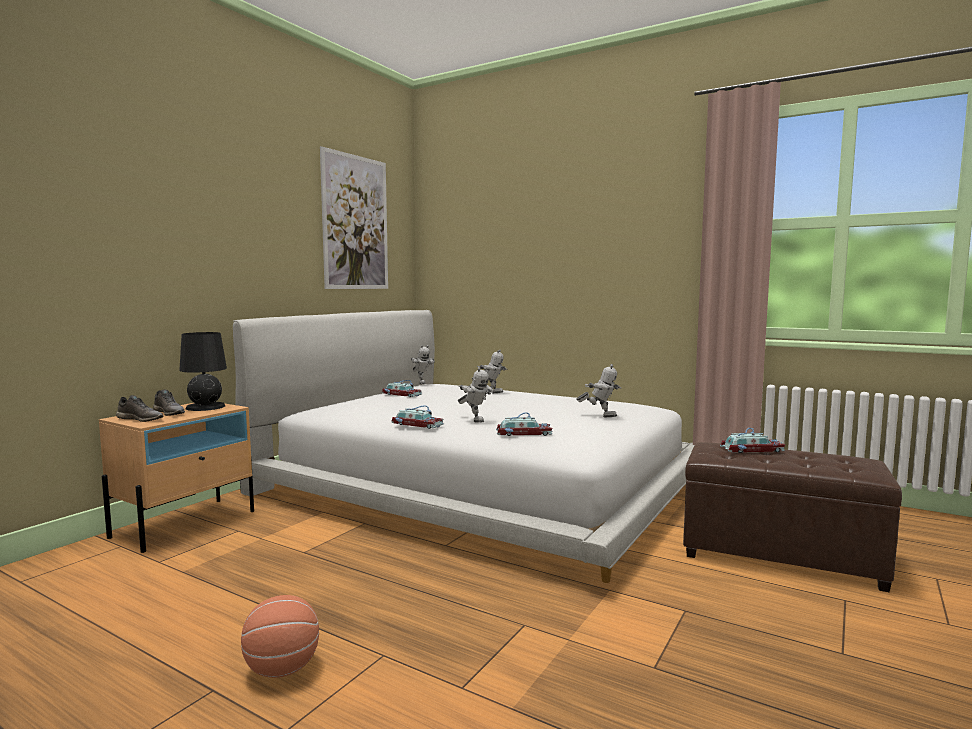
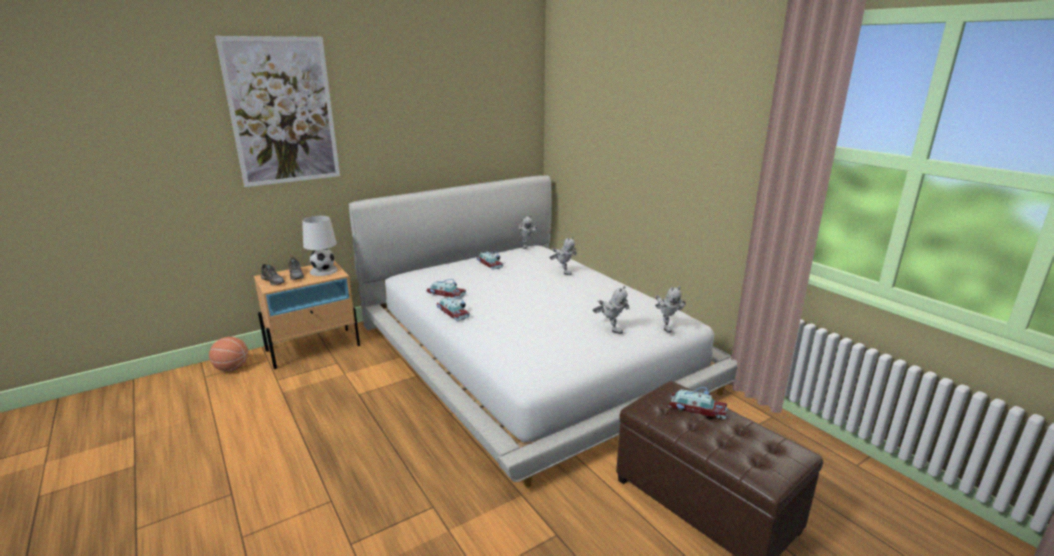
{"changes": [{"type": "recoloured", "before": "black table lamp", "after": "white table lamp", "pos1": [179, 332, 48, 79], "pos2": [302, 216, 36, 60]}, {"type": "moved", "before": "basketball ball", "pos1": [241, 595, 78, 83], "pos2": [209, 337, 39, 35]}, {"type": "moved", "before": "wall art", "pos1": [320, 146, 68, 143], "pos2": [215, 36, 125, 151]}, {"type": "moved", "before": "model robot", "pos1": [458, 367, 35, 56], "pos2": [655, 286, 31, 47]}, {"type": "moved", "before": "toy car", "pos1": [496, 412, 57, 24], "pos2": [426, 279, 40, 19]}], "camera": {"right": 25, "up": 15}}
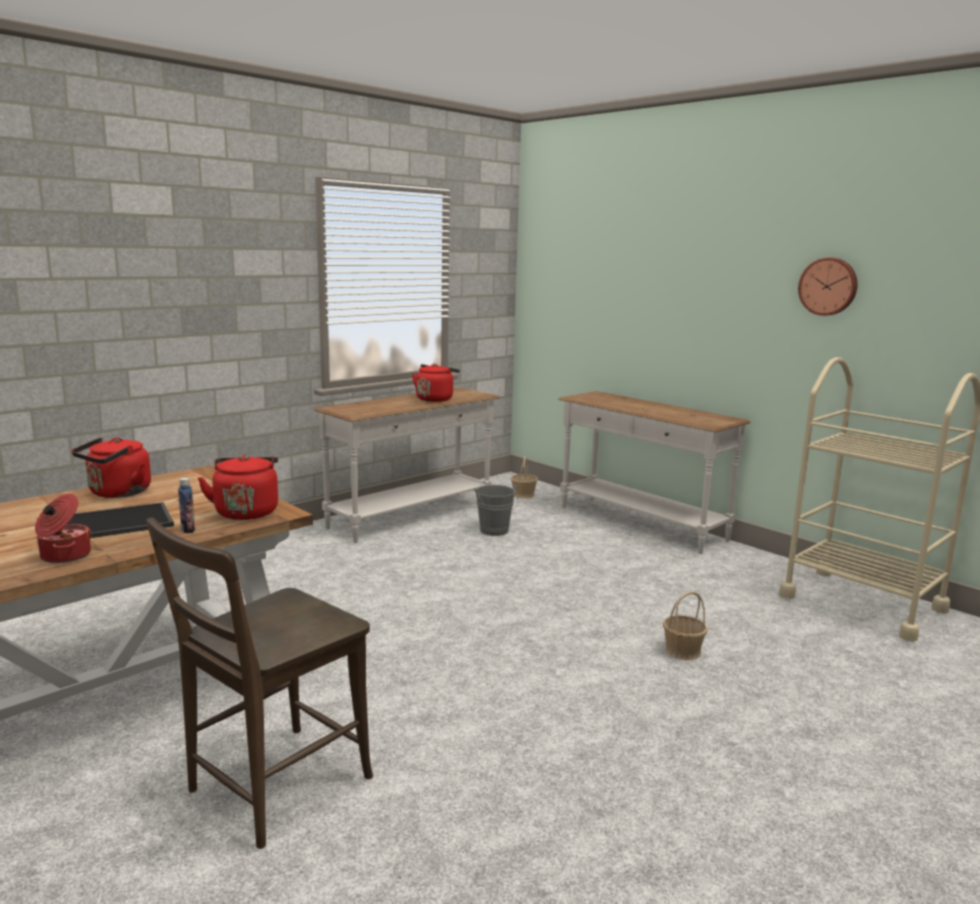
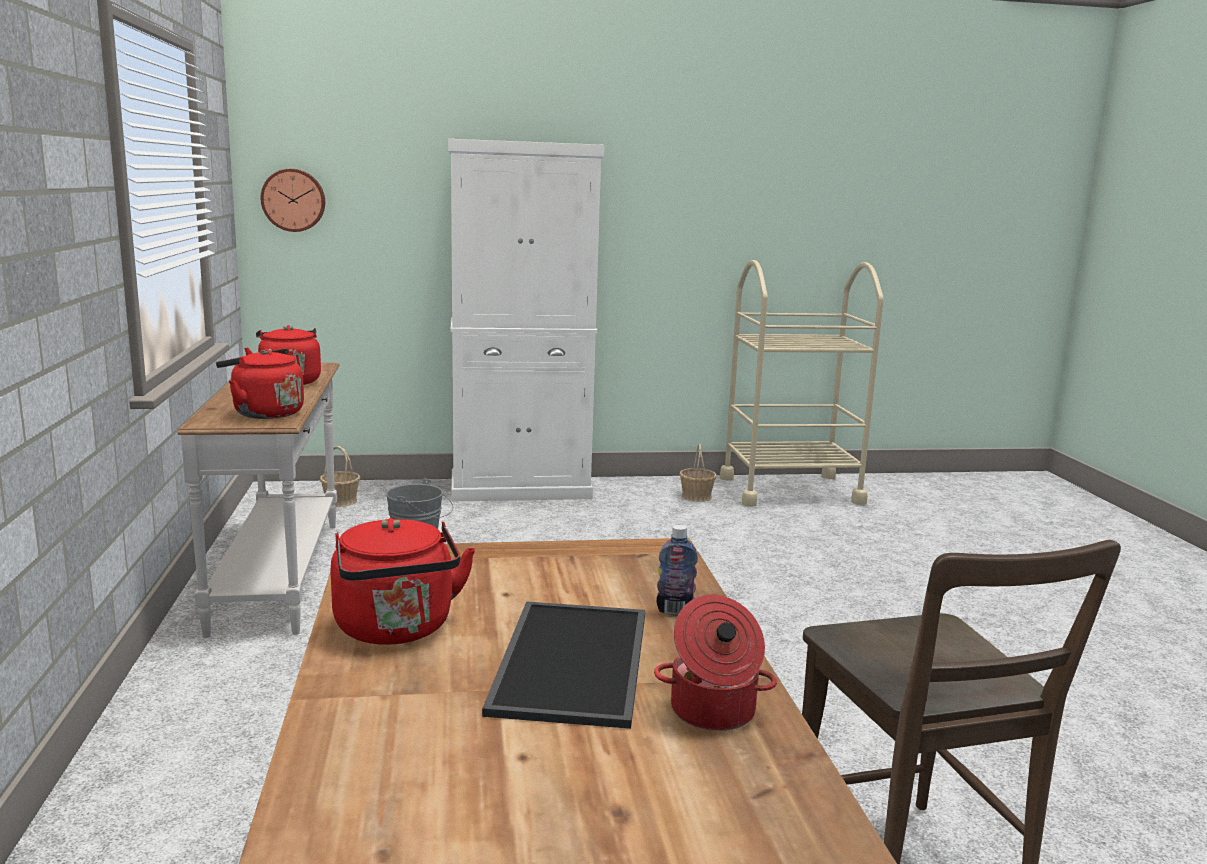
{"changes": [{"type": "moved", "before": "red-coloured tea kettle", "pos1": [198, 455, 80, 65], "pos2": [216, 349, 88, 70]}, {"type": "replaced", "before": "white narrow table", "after": "white storage cabinet", "pos1": [558, 391, 192, 163], "pos2": [448, 139, 156, 362]}, {"type": "moved", "before": "household basket", "pos1": [663, 591, 45, 69], "pos2": [679, 443, 38, 59]}, {"type": "moved", "before": "wall clock", "pos1": [798, 258, 60, 58], "pos2": [261, 169, 64, 63]}], "camera": {"right": -55, "up": 0}}
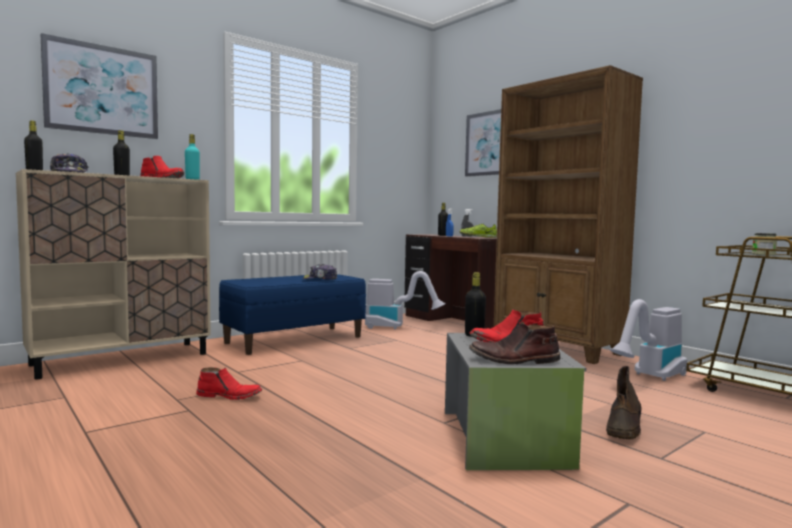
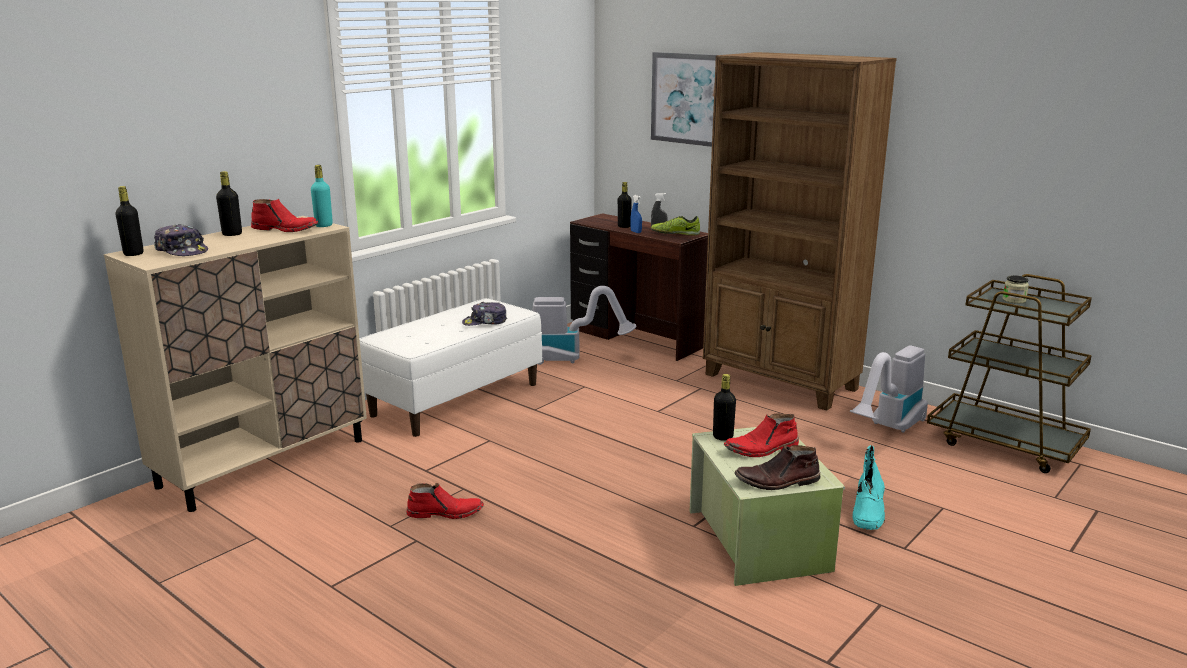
{"changes": [{"type": "removed", "before": "wall art", "pos1": [41, 33, 117, 106]}, {"type": "recoloured", "before": "blue bench", "after": "white bench", "pos1": [219, 274, 147, 81], "pos2": [359, 298, 183, 139]}, {"type": "recoloured", "before": "gray storage box", "after": "green storage box", "pos1": [445, 333, 141, 137], "pos2": [689, 427, 156, 159]}, {"type": "recoloured", "before": "brown tall boot", "after": "turquoise-coloured tall boot", "pos1": [606, 366, 36, 74], "pos2": [852, 445, 33, 85]}], "camera": {"right": -10, "up": 15}}
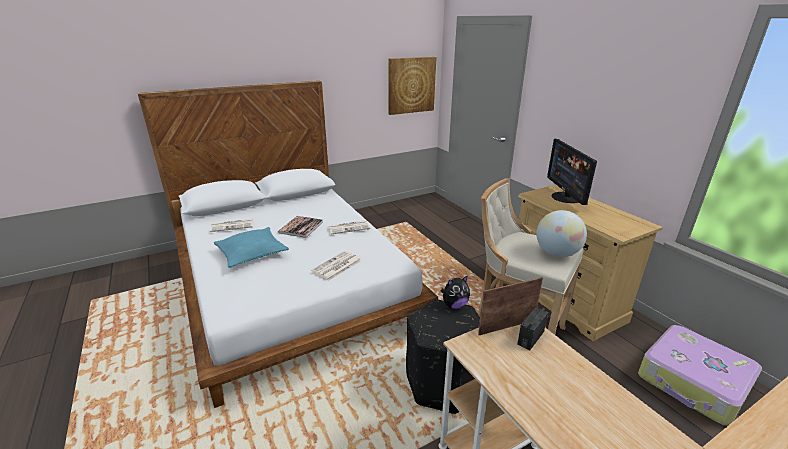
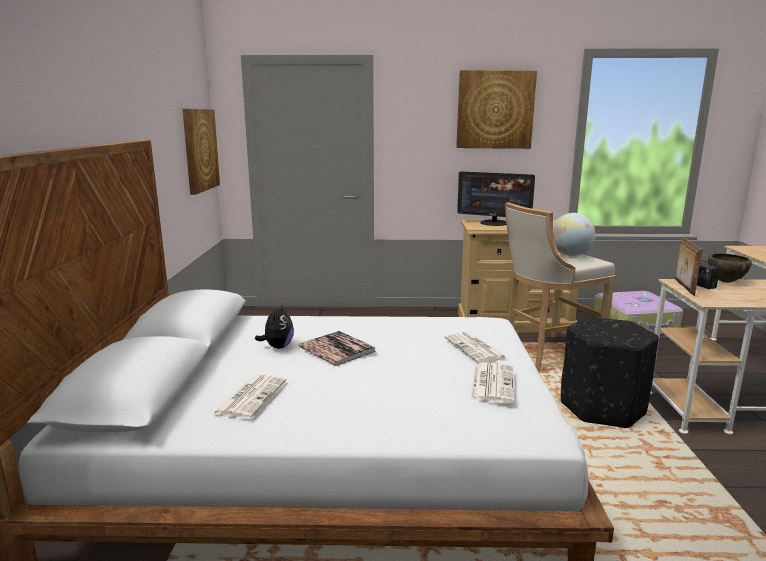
{"changes": [{"type": "removed", "before": "turquoise-coloured cushion", "pos1": [214, 227, 75, 41]}, {"type": "moved", "before": "printed paper", "pos1": [328, 220, 43, 15], "pos2": [471, 362, 43, 41]}, {"type": "moved", "before": "soft toy", "pos1": [441, 275, 29, 34], "pos2": [255, 304, 39, 45]}, {"type": "added", "after": "wall art", "pos2": [456, 70, 81, 79]}, {"type": "added", "after": "brown bowl", "pos2": [708, 253, 44, 30]}], "camera": {"right": -60, "up": -10}}
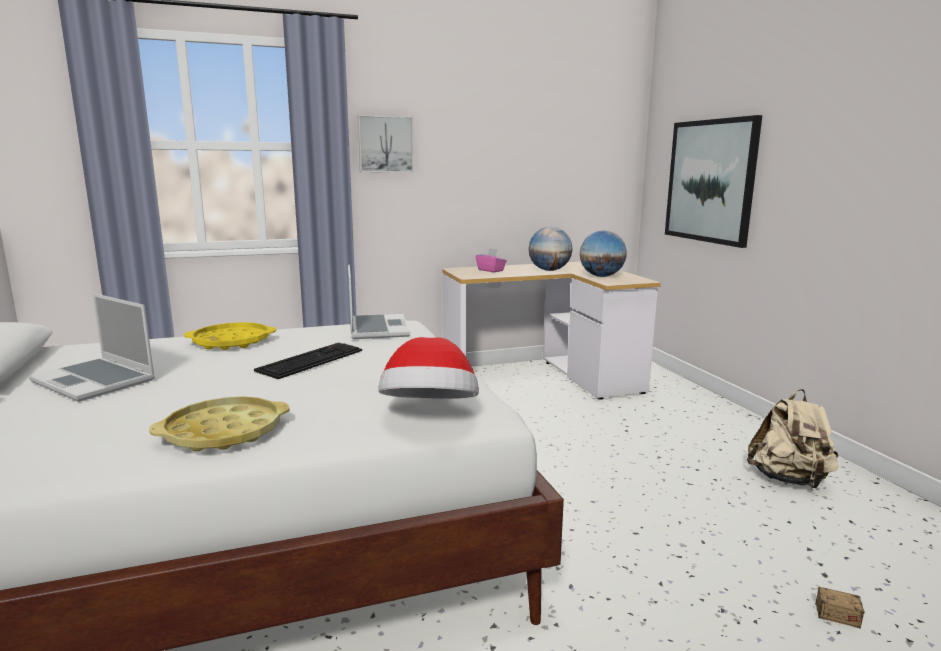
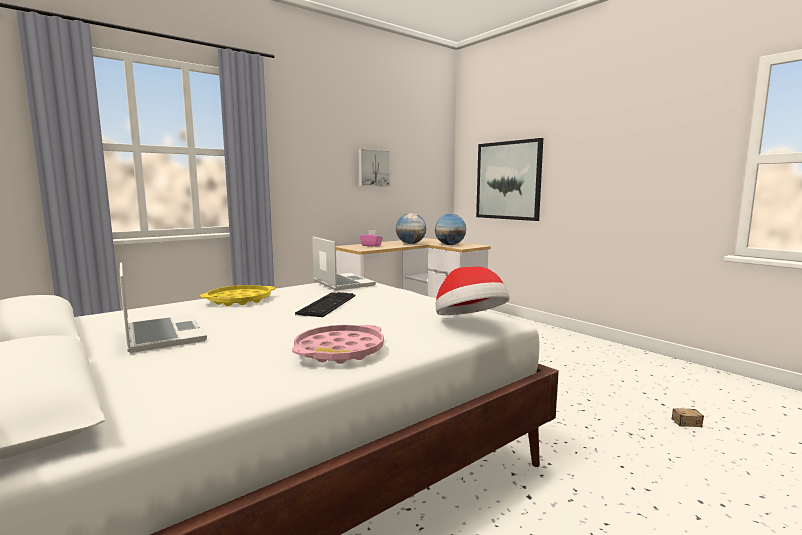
{"changes": [{"type": "turned", "before": "notebook computer", "pos1": [29, 293, 126, 109], "pos2": [120, 262, 87, 91], "turn": -135}, {"type": "recoloured", "before": "yellow carrying tray", "after": "pink-coloured carrying tray", "pos1": [149, 396, 141, 55], "pos2": [292, 325, 92, 39]}, {"type": "moved", "before": "wall art", "pos1": [358, 115, 56, 57], "pos2": [358, 149, 33, 38]}, {"type": "removed", "before": "beige knapsack", "pos1": [747, 389, 91, 99]}], "camera": {"right": -20, "up": -5}}
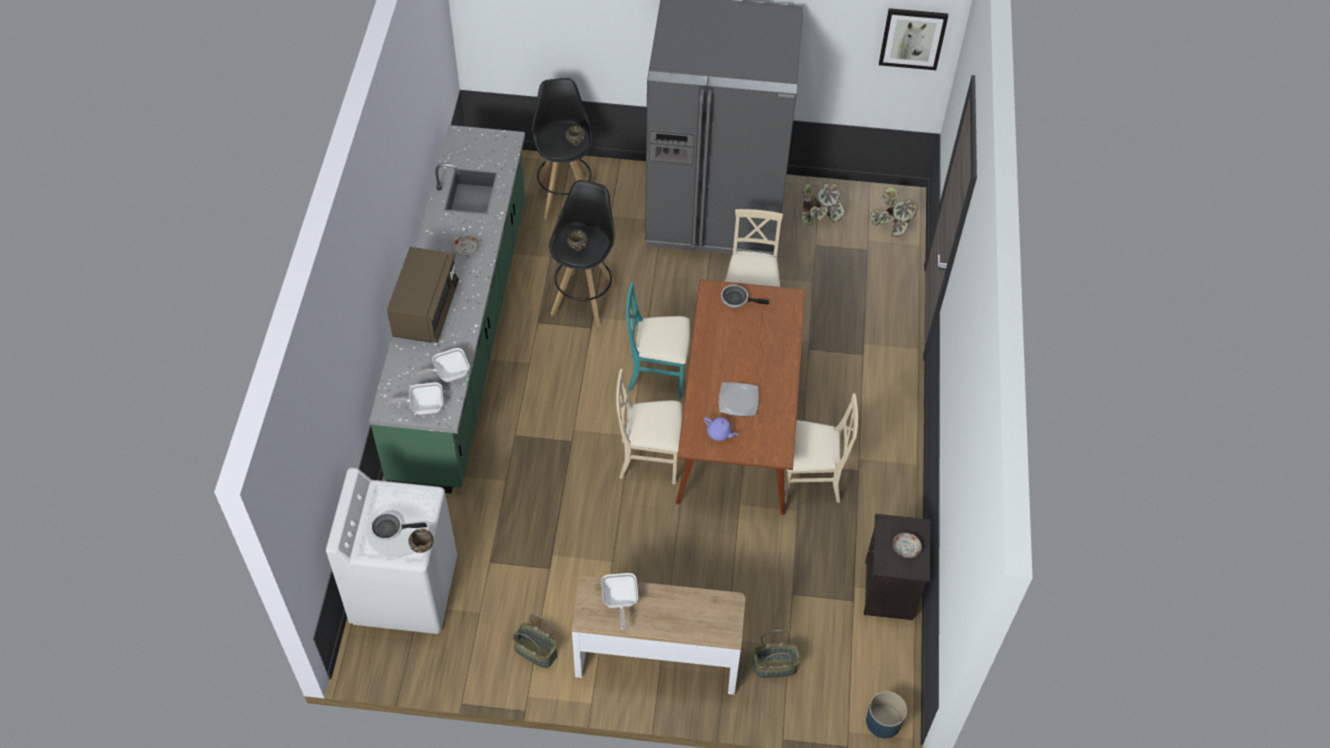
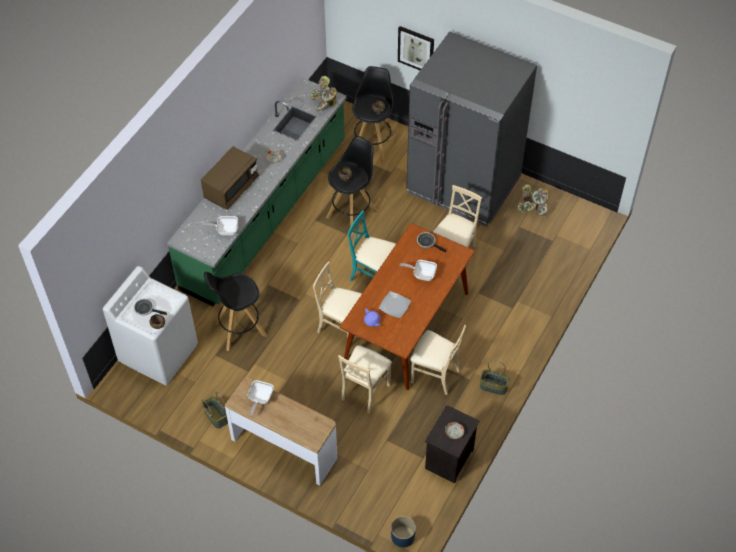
{"changes": [{"type": "moved", "before": "pan", "pos1": [385, 382, 59, 33], "pos2": [400, 260, 37, 21]}, {"type": "moved", "before": "household basket", "pos1": [753, 630, 47, 48], "pos2": [480, 361, 30, 34]}, {"type": "moved", "before": "houseplant", "pos1": [870, 187, 48, 50], "pos2": [310, 76, 27, 35]}, {"type": "moved", "before": "wall art", "pos1": [879, 8, 69, 62], "pos2": [398, 26, 36, 44]}, {"type": "added", "after": "black stool seat", "pos2": [204, 272, 63, 79]}, {"type": "added", "after": "beige plain chair", "pos2": [338, 345, 54, 68]}], "camera": {"right": 25, "up": 0}}
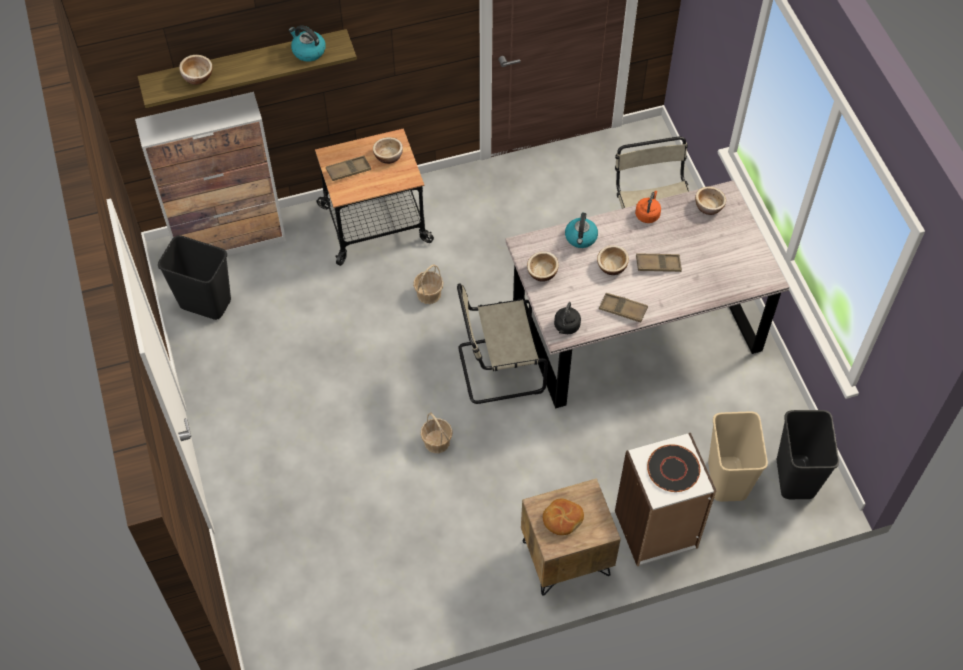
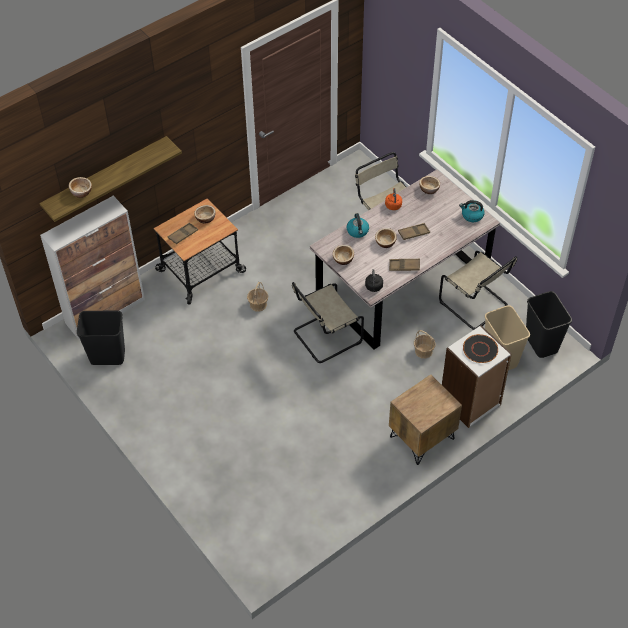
{"changes": [{"type": "moved", "before": "tea kettle", "pos1": [289, 25, 37, 37], "pos2": [459, 200, 25, 22]}, {"type": "moved", "before": "household basket", "pos1": [420, 412, 33, 41], "pos2": [414, 330, 22, 29]}, {"type": "removed", "before": "bakery bread", "pos1": [543, 498, 41, 37]}, {"type": "added", "after": "beige plain chair", "pos2": [439, 251, 78, 79]}], "camera": {"right": -20, "up": -5}}
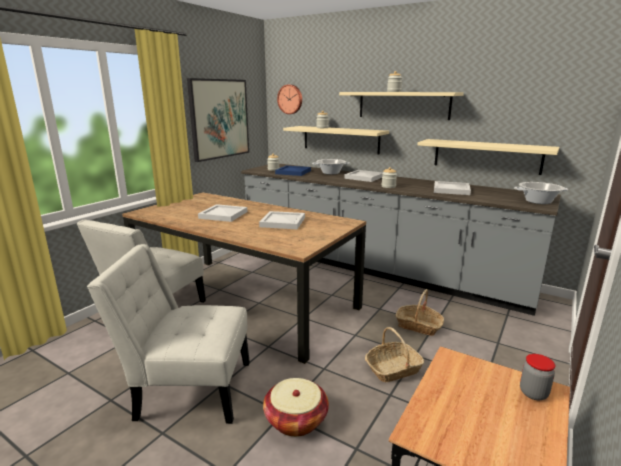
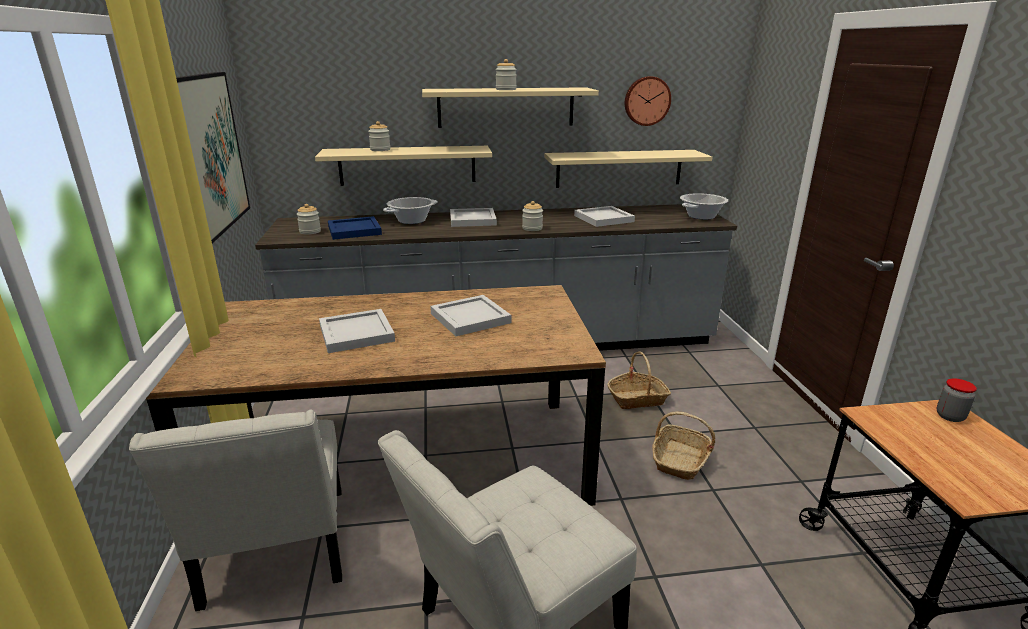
{"changes": [{"type": "removed", "before": "household basket", "pos1": [263, 378, 66, 59]}, {"type": "moved", "before": "wall clock", "pos1": [277, 84, 25, 30], "pos2": [625, 76, 46, 50]}], "camera": {"right": -40, "up": 5}}
